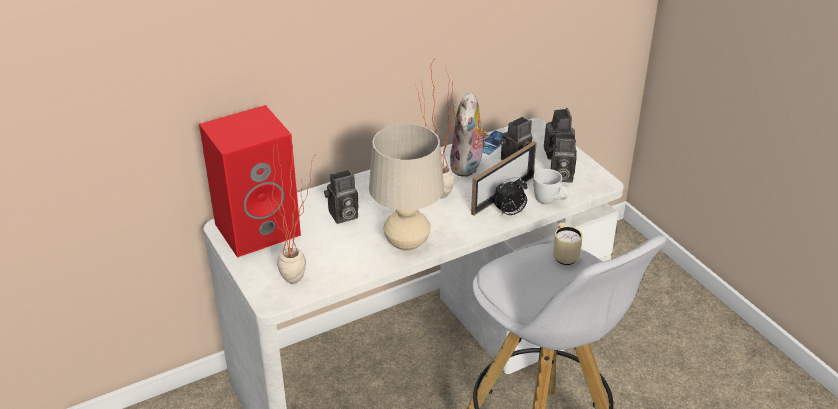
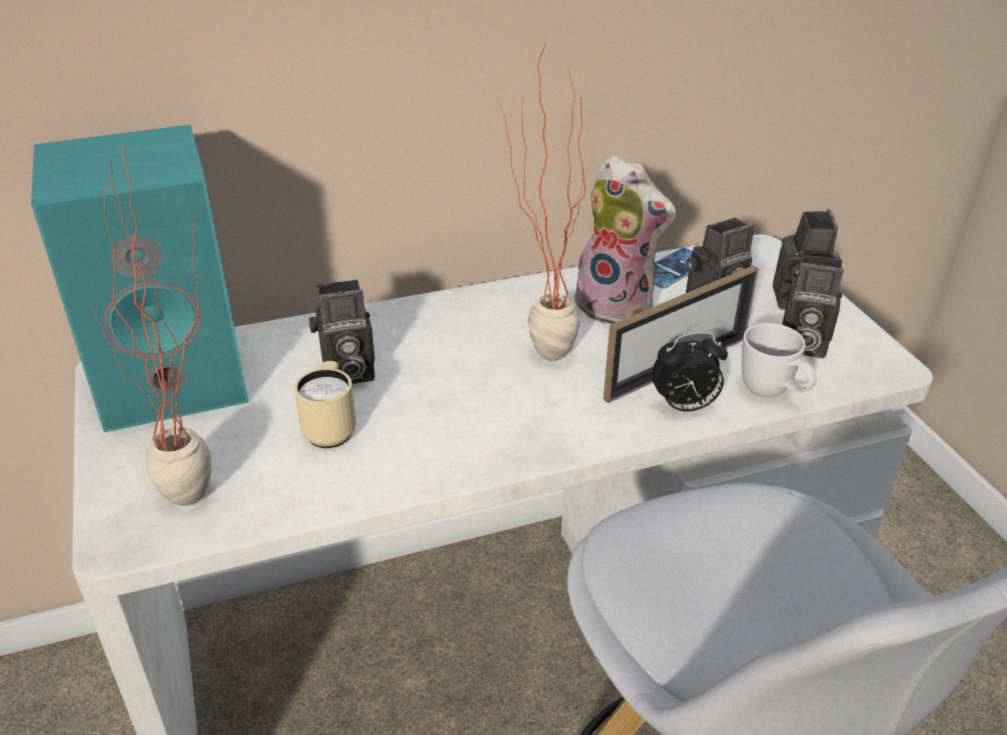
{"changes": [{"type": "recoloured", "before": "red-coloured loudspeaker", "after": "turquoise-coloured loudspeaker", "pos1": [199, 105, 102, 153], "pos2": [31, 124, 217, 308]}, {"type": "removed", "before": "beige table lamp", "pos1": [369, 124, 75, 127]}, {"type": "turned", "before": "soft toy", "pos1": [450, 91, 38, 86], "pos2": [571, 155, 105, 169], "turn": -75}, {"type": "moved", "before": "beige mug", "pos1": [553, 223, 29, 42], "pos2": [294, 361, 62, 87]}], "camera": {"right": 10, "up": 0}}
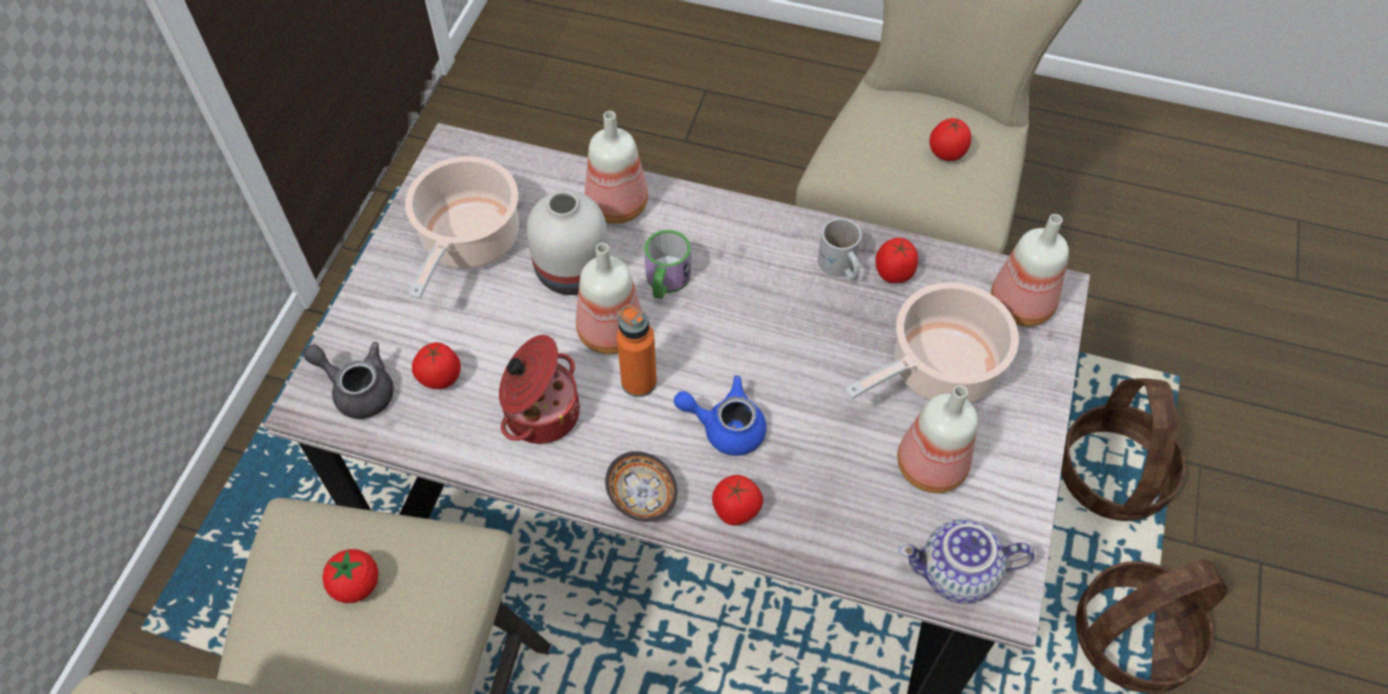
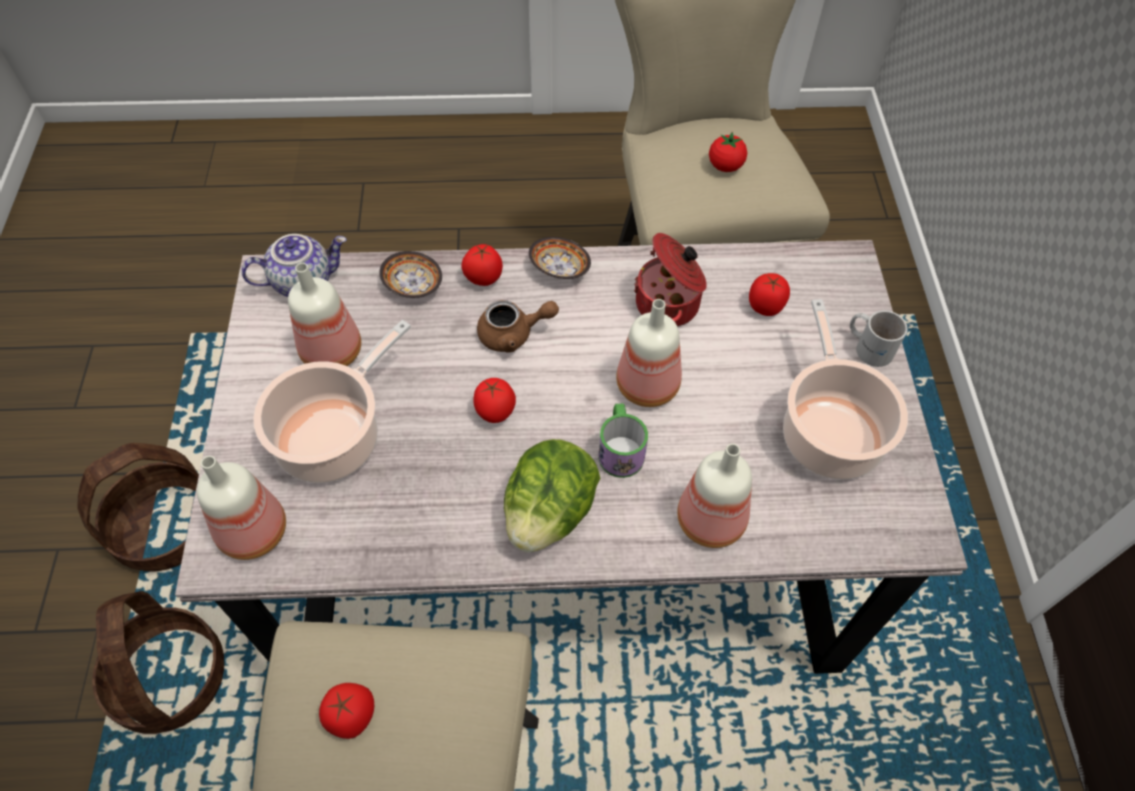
{"changes": [{"type": "removed", "before": "gray tea pot", "pos1": [303, 342, 91, 77]}, {"type": "removed", "before": "white decorative vase", "pos1": [527, 191, 81, 104]}, {"type": "removed", "before": "orangey drink bottle", "pos1": [617, 305, 40, 92]}, {"type": "recoloured", "before": "blue tea pot", "after": "brown tea pot", "pos1": [674, 375, 92, 81], "pos2": [477, 300, 82, 53]}, {"type": "moved", "before": "white mug", "pos1": [818, 218, 44, 62], "pos2": [850, 310, 58, 57]}, {"type": "moved", "before": "whole tomato", "pos1": [875, 238, 43, 45], "pos2": [473, 378, 43, 45]}, {"type": "added", "after": "bowl", "pos2": [379, 251, 63, 47]}, {"type": "added", "after": "lettuce", "pos2": [504, 439, 96, 114]}], "camera": {"right": 160, "up": 0}}
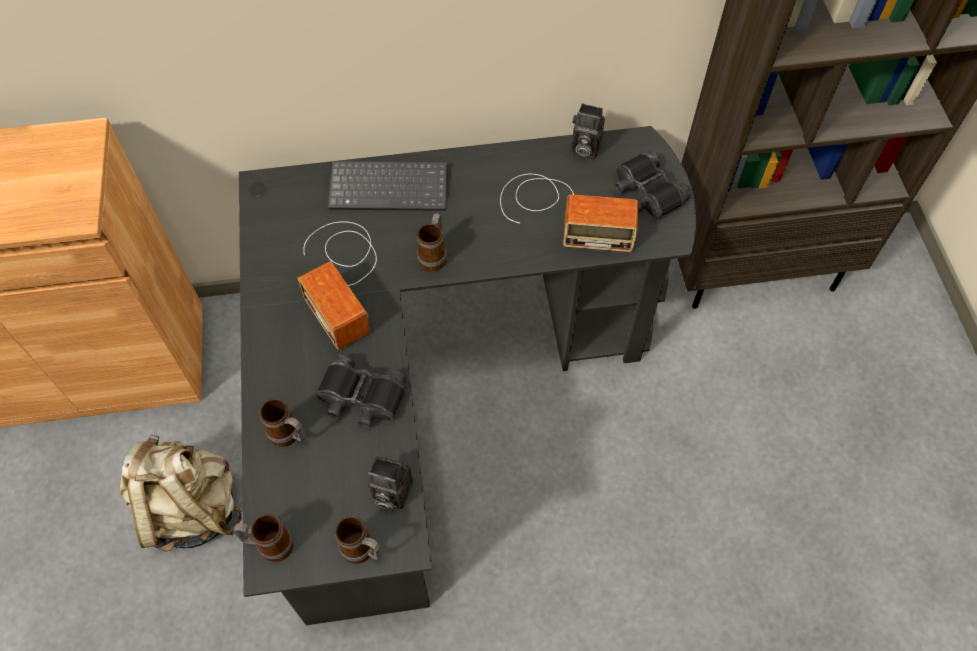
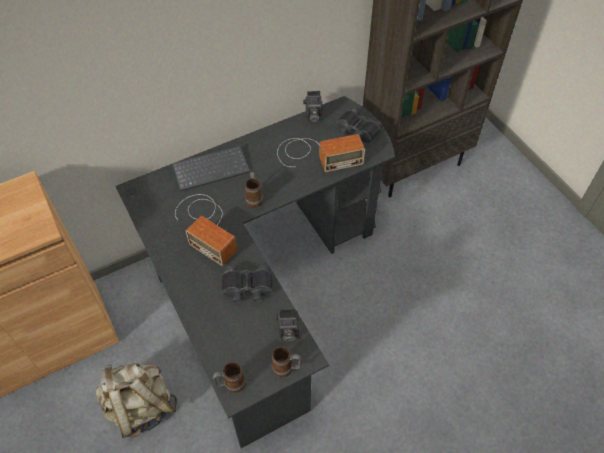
{"changes": [{"type": "removed", "before": "mug", "pos1": [260, 398, 46, 49]}], "camera": {"right": -20, "up": -5}}
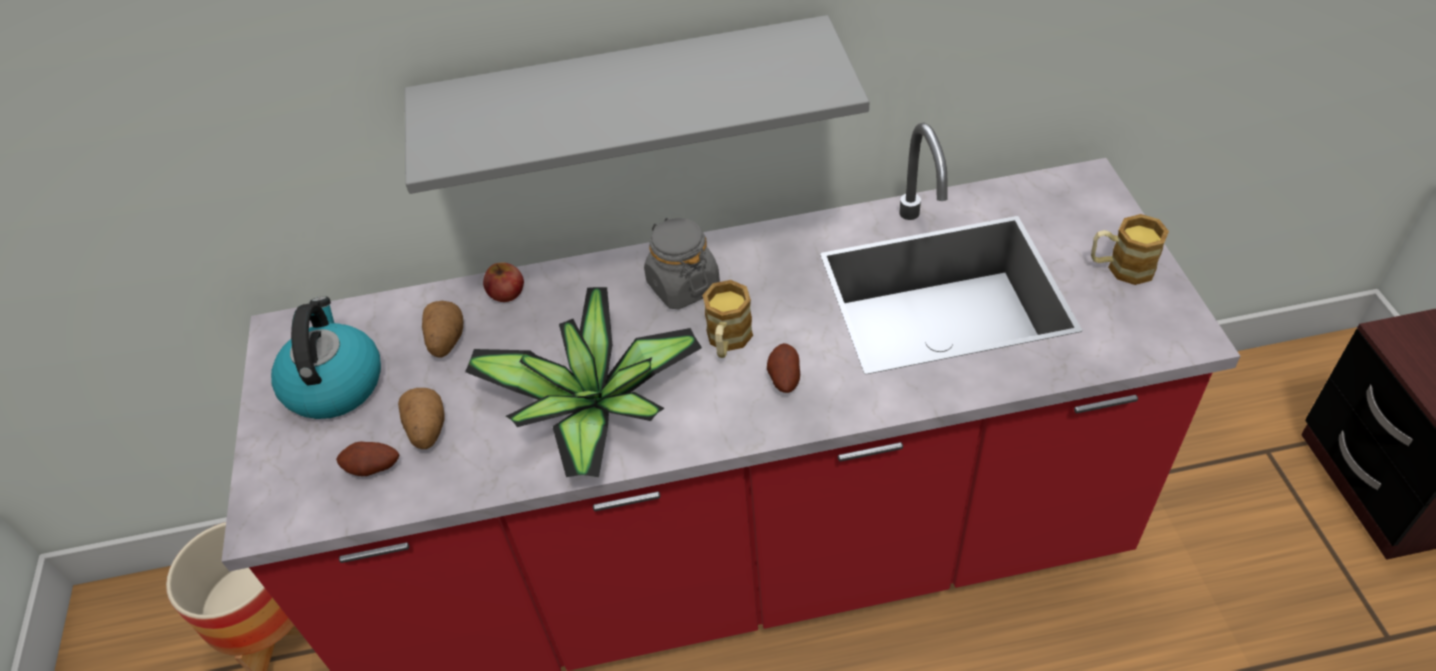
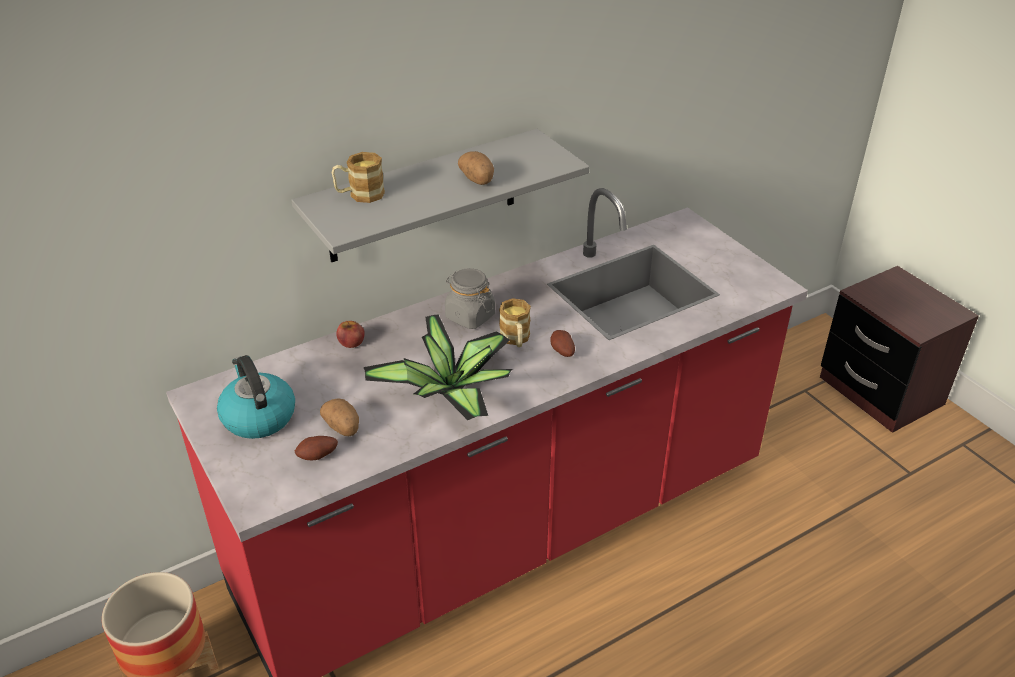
{"changes": [{"type": "moved", "before": "potato", "pos1": [422, 301, 41, 57], "pos2": [458, 151, 36, 34]}, {"type": "moved", "before": "mug", "pos1": [1091, 214, 78, 71], "pos2": [332, 152, 53, 51]}], "camera": {"right": -25, "up": -10}}
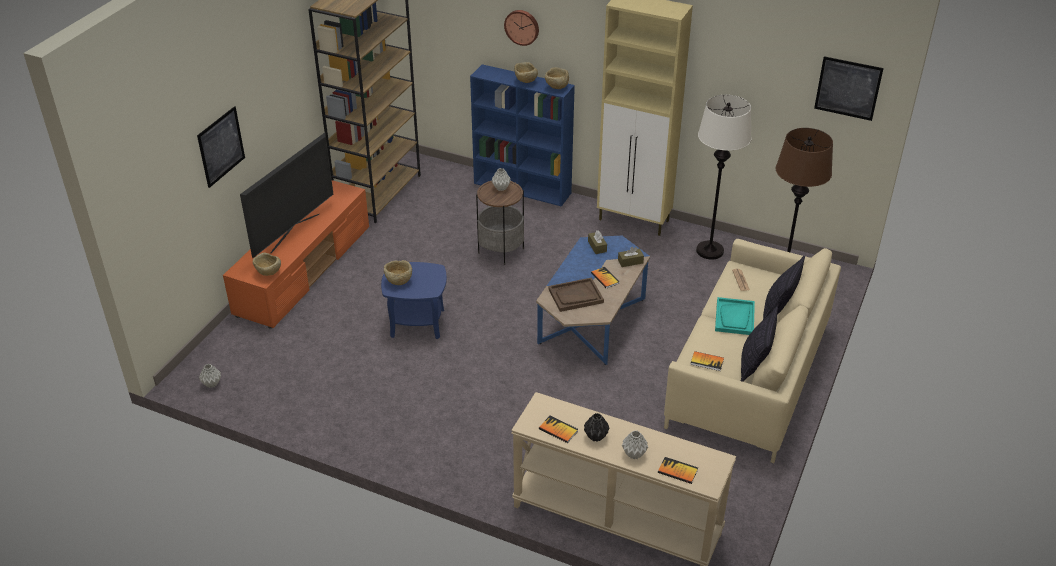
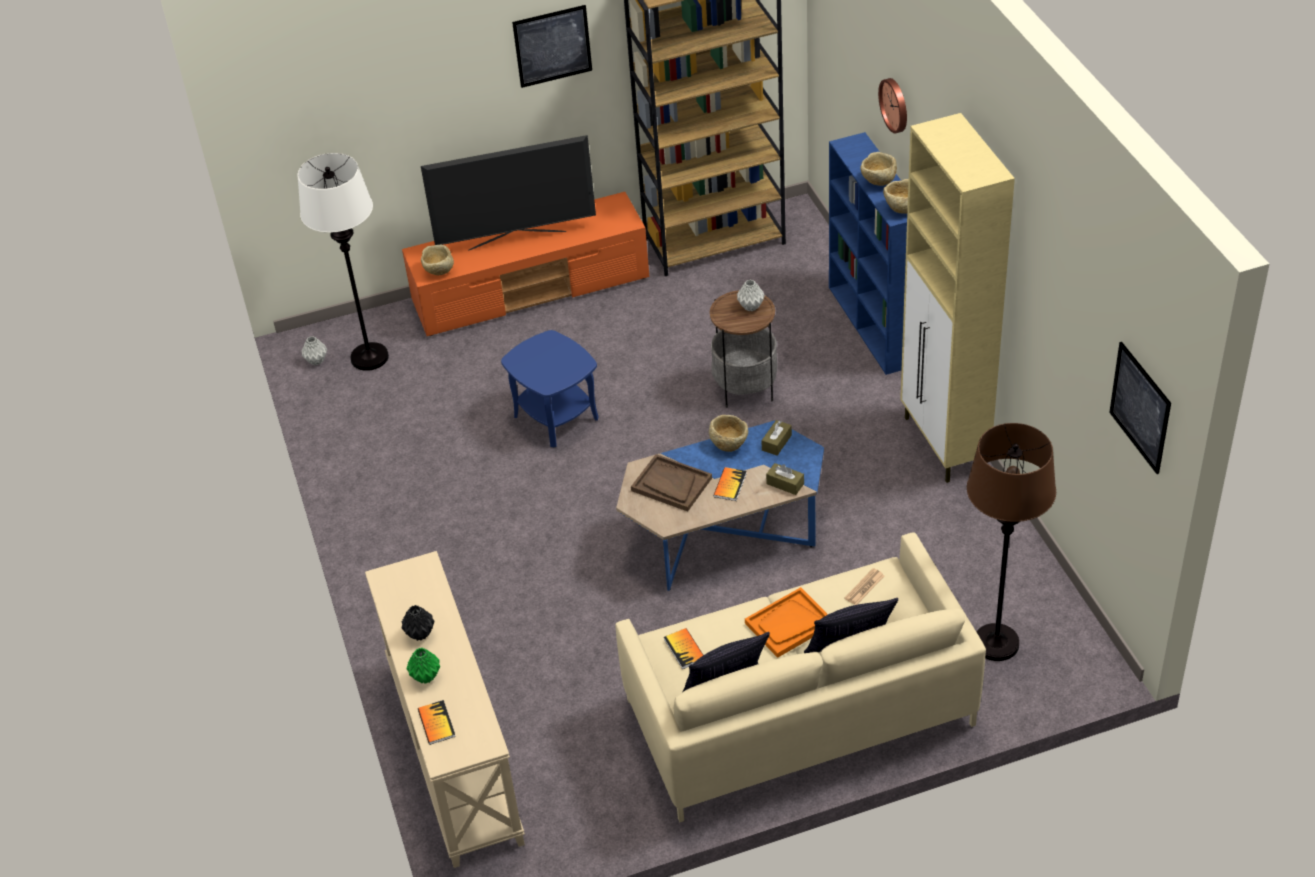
{"changes": [{"type": "moved", "before": "wall art", "pos1": [197, 106, 48, 82], "pos2": [512, 5, 80, 83]}, {"type": "moved", "before": "beige bowl", "pos1": [384, 260, 28, 25], "pos2": [709, 415, 39, 37]}, {"type": "removed", "before": "book", "pos1": [539, 415, 39, 28]}, {"type": "recoloured", "before": "gray decorative vase", "after": "green decorative vase", "pos1": [622, 431, 26, 28], "pos2": [406, 648, 34, 36]}, {"type": "moved", "before": "white floor lamp", "pos1": [696, 95, 56, 165], "pos2": [298, 153, 91, 218]}, {"type": "recoloured", "before": "turquoise-coloured carrying tray", "after": "orangey carrying tray", "pos1": [715, 297, 40, 38], "pos2": [745, 587, 83, 71]}], "camera": {"right": 50, "up": 5}}
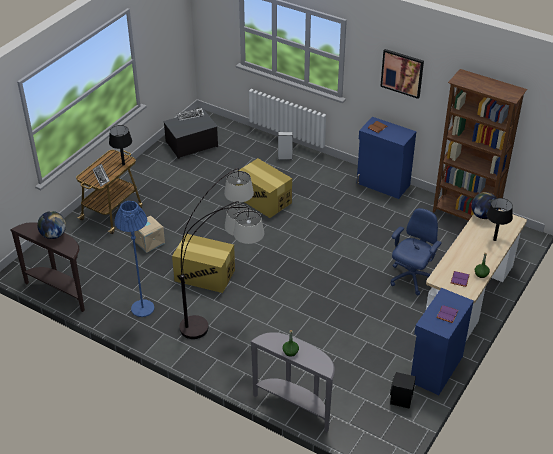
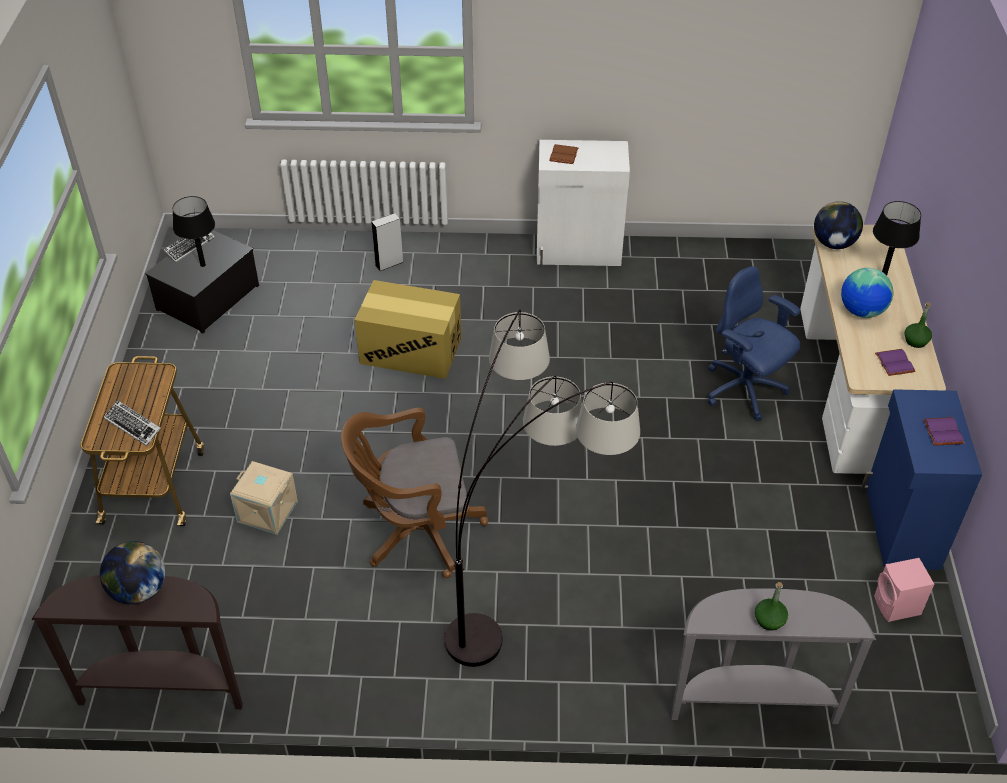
{"changes": [{"type": "moved", "before": "black table lamp", "pos1": [109, 125, 23, 41], "pos2": [173, 196, 42, 71]}, {"type": "removed", "before": "blue floor lamp", "pos1": [115, 201, 39, 116]}, {"type": "replaced", "before": "packing box", "after": "brown office chair", "pos1": [172, 234, 63, 59], "pos2": [341, 408, 147, 170]}, {"type": "recoloured", "before": "blue storage cabinet", "after": "white storage cabinet", "pos1": [357, 117, 59, 82], "pos2": [537, 140, 93, 126]}, {"type": "removed", "before": "wall art", "pos1": [380, 49, 44, 50]}, {"type": "recoloured", "before": "black loudspeaker", "after": "pink-coloured loudspeaker", "pos1": [390, 372, 26, 37], "pos2": [874, 558, 60, 64]}, {"type": "turned", "before": "blue office chair", "pos1": [391, 208, 51, 87], "pos2": [708, 266, 92, 155], "turn": -45}, {"type": "removed", "before": "brown shelving unit", "pos1": [433, 69, 94, 152]}, {"type": "added", "after": "desk globe", "pos2": [841, 268, 52, 50]}], "camera": {"right": -30, "up": 5}}
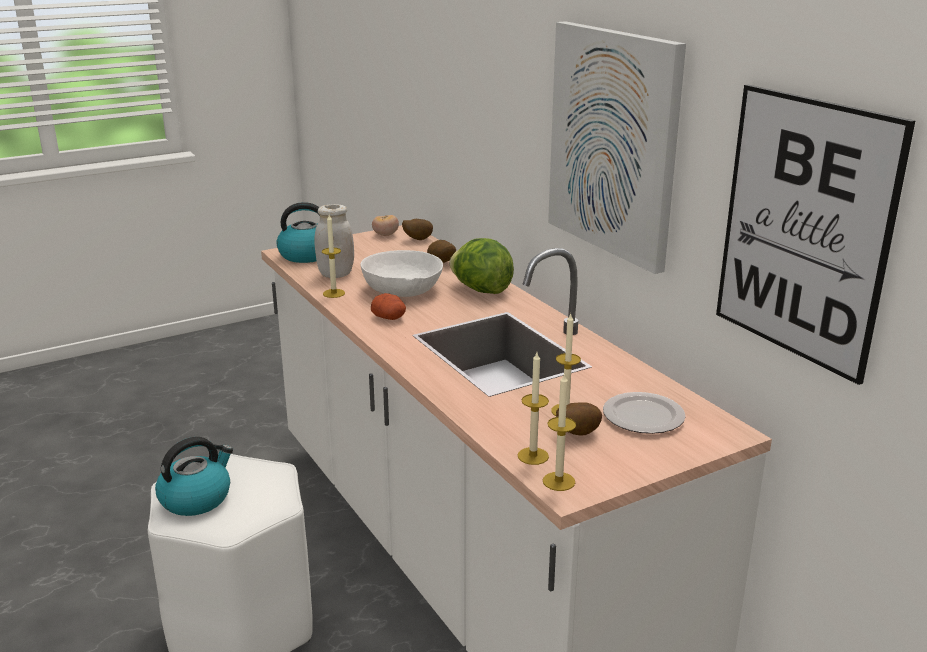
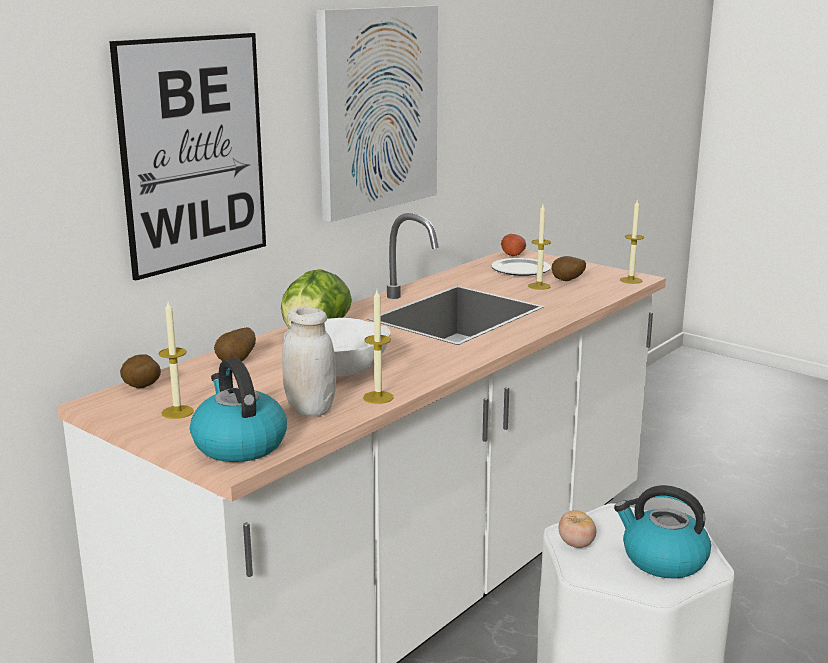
{"changes": [{"type": "moved", "before": "potato", "pos1": [371, 293, 35, 27], "pos2": [501, 234, 25, 22]}, {"type": "moved", "before": "whole tomato", "pos1": [372, 215, 27, 21], "pos2": [559, 510, 37, 38]}, {"type": "moved", "before": "wax light", "pos1": [518, 352, 31, 113], "pos2": [159, 301, 35, 118]}, {"type": "moved", "before": "wall art", "pos1": [716, 85, 199, 300], "pos2": [109, 33, 157, 247]}], "camera": {"right": -110, "up": -5}}
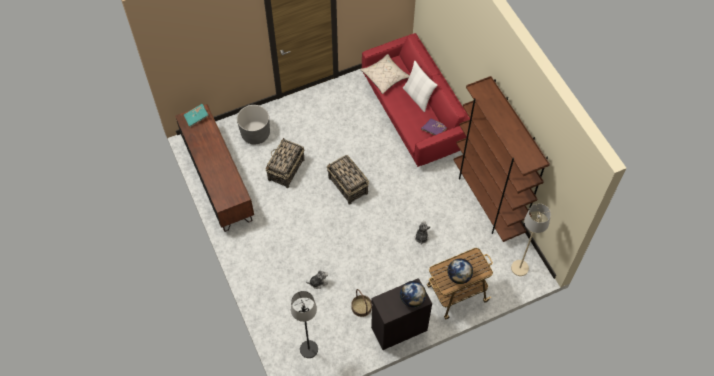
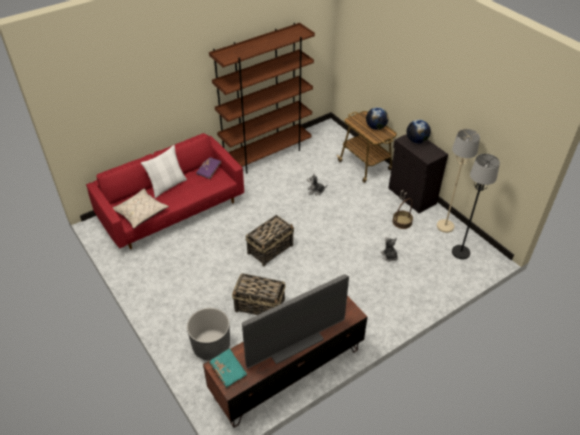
{"changes": [{"type": "moved", "before": "beige floor lamp", "pos1": [511, 204, 40, 72], "pos2": [437, 129, 43, 104]}, {"type": "added", "after": "TV", "pos2": [242, 274, 107, 95]}], "camera": {"right": -100, "up": -15}}
